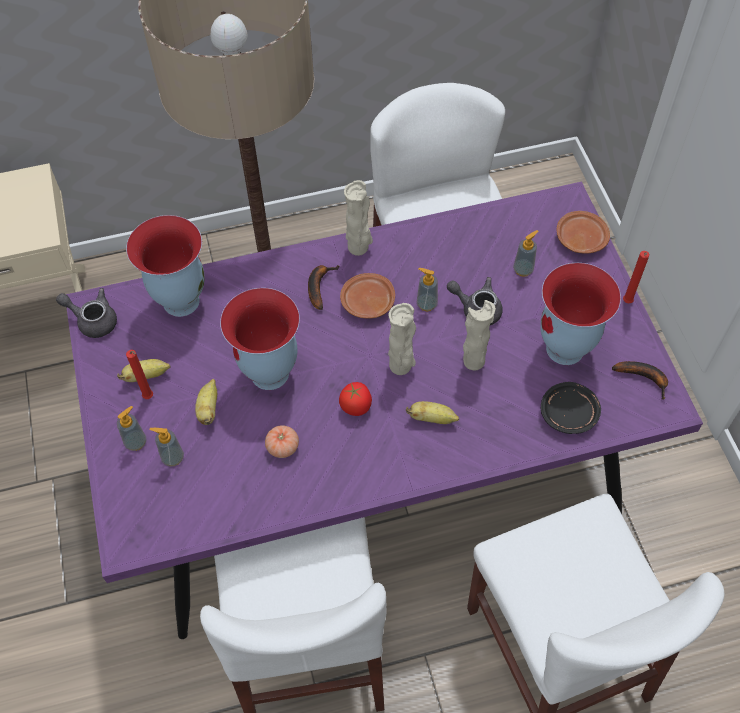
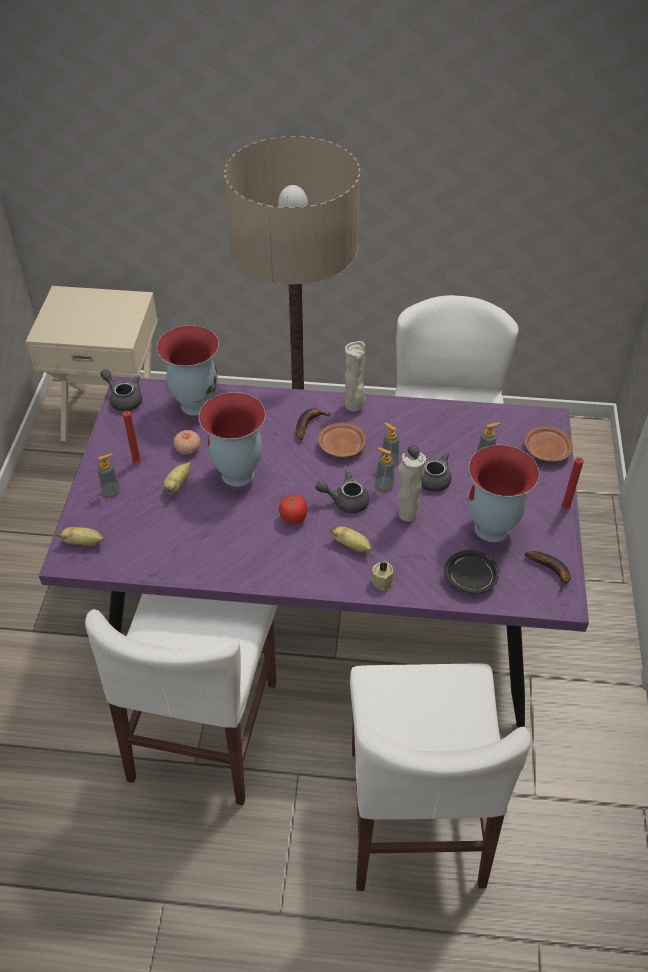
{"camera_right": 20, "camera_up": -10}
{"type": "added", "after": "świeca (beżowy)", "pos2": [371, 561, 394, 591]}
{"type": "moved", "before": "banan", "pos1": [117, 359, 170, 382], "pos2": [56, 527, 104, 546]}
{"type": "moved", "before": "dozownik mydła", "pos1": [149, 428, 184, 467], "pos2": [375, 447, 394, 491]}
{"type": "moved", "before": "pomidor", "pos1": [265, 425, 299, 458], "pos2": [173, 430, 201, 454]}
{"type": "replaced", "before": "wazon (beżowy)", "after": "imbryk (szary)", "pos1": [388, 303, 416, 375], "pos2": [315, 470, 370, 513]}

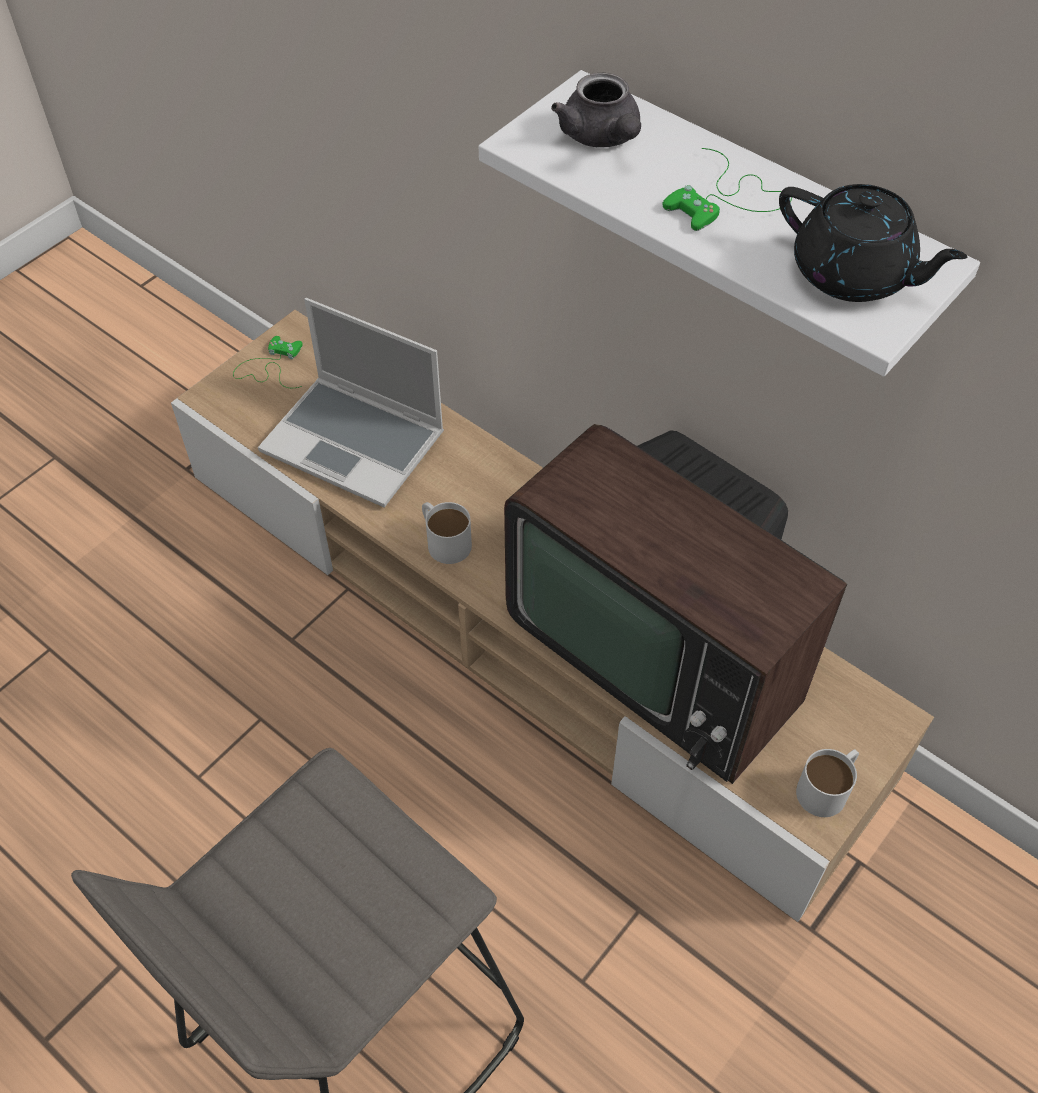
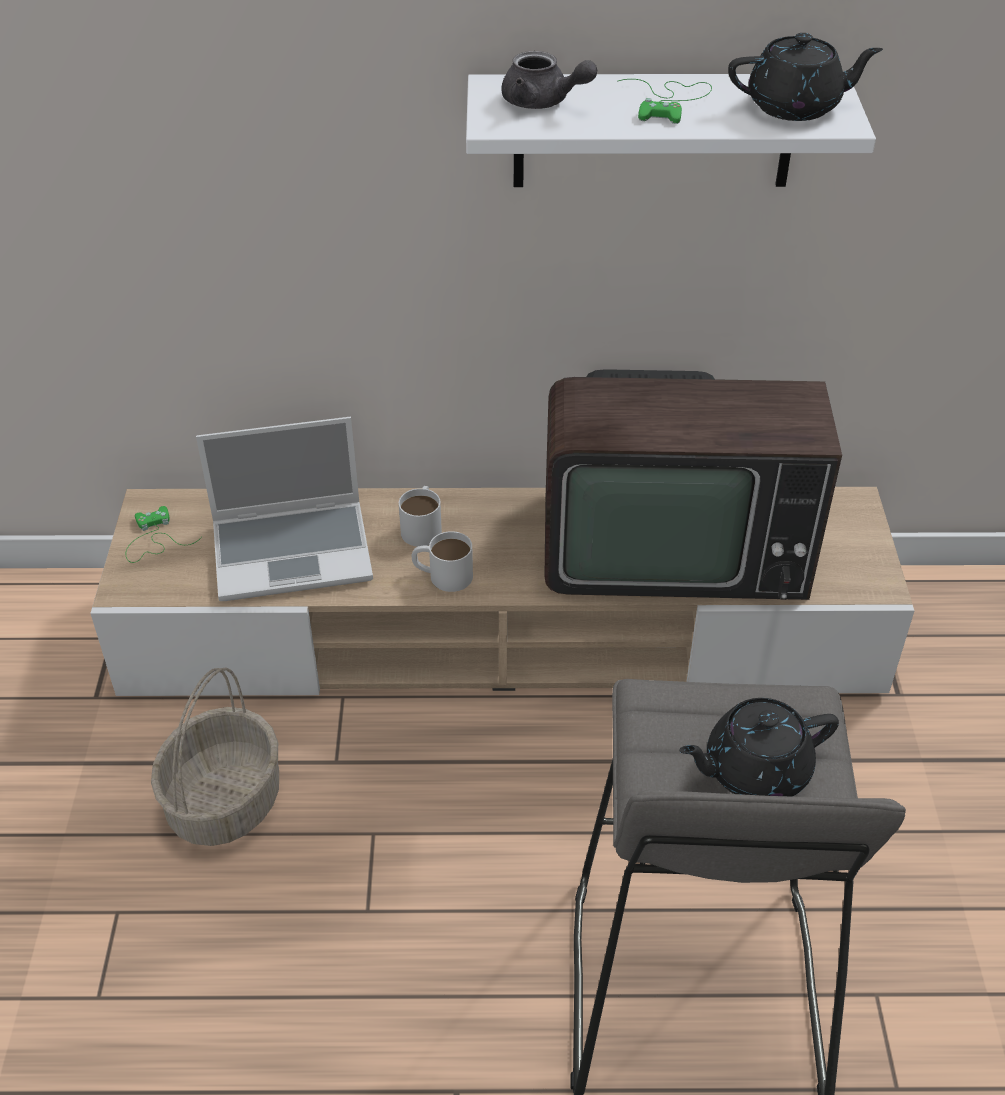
{"camera_right": -40, "camera_up": -10}
{"type": "added", "after": "koszyk", "pos2": [151, 667, 279, 846]}
{"type": "added", "after": "imbryk (czarny)", "pos2": [679, 698, 839, 797]}
{"type": "moved", "before": "kubek (biały)", "pos1": [796, 749, 859, 817], "pos2": [399, 486, 442, 547]}

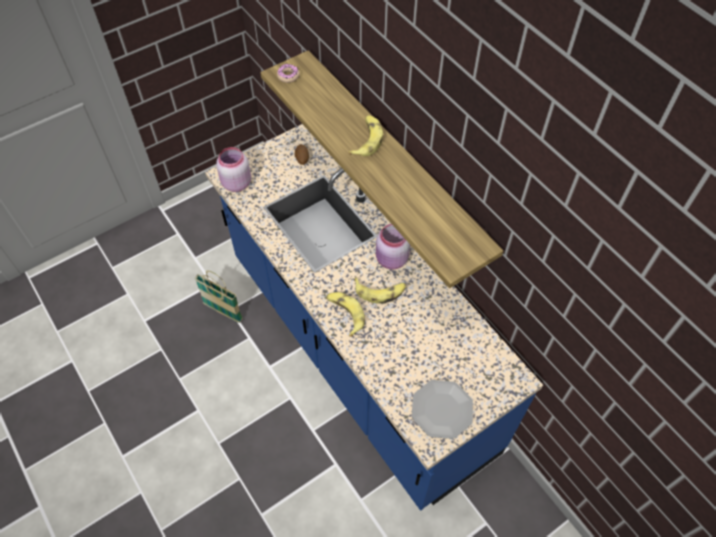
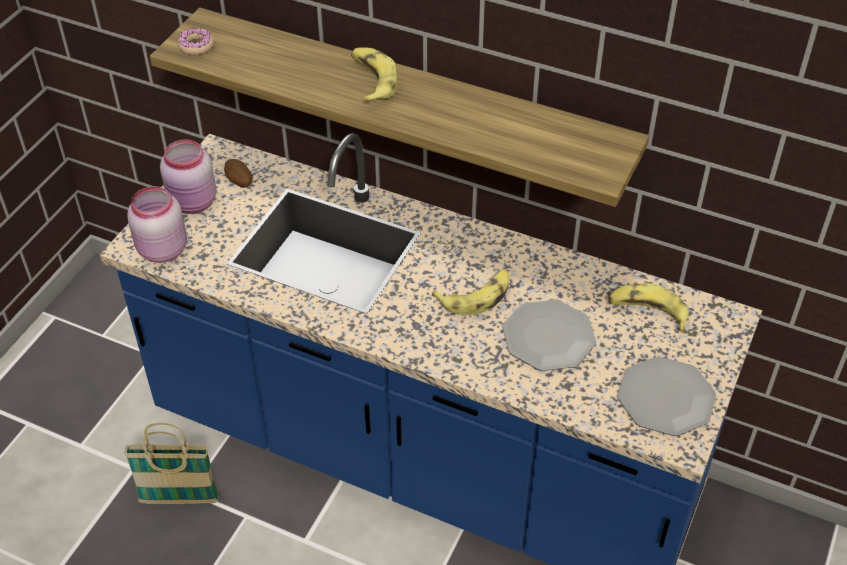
{"camera_right": -30, "camera_up": -10}
{"type": "added", "after": "talerz", "pos2": [502, 300, 596, 371]}
{"type": "moved", "before": "banan", "pos1": [326, 292, 365, 337], "pos2": [608, 283, 689, 332]}
{"type": "moved", "before": "słoik (różowy)", "pos1": [376, 224, 410, 269], "pos2": [160, 139, 216, 214]}

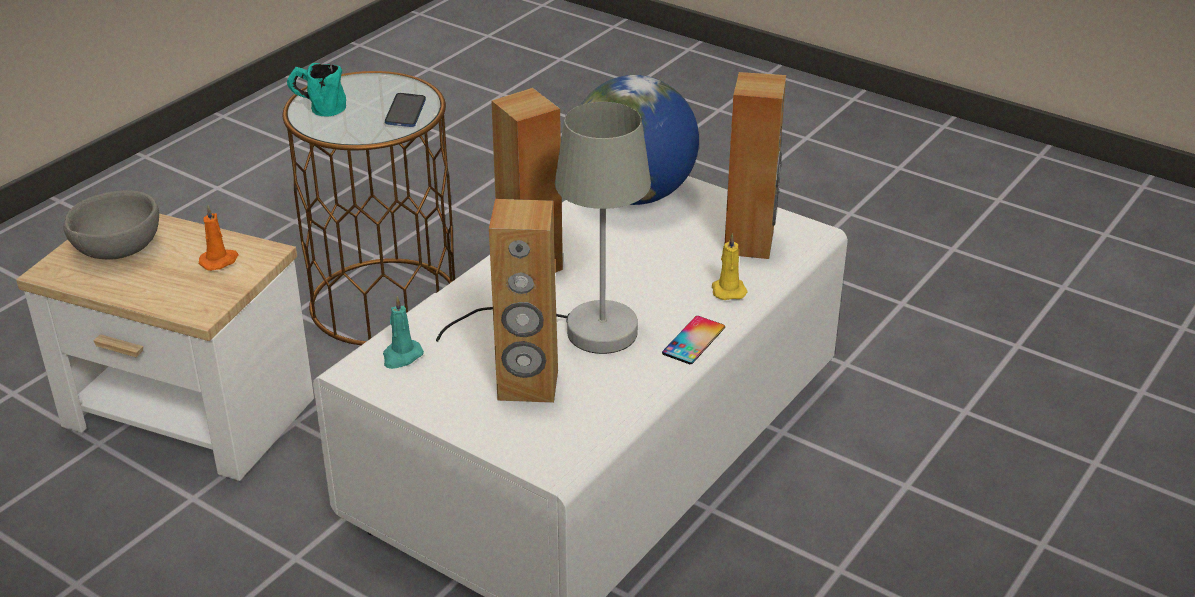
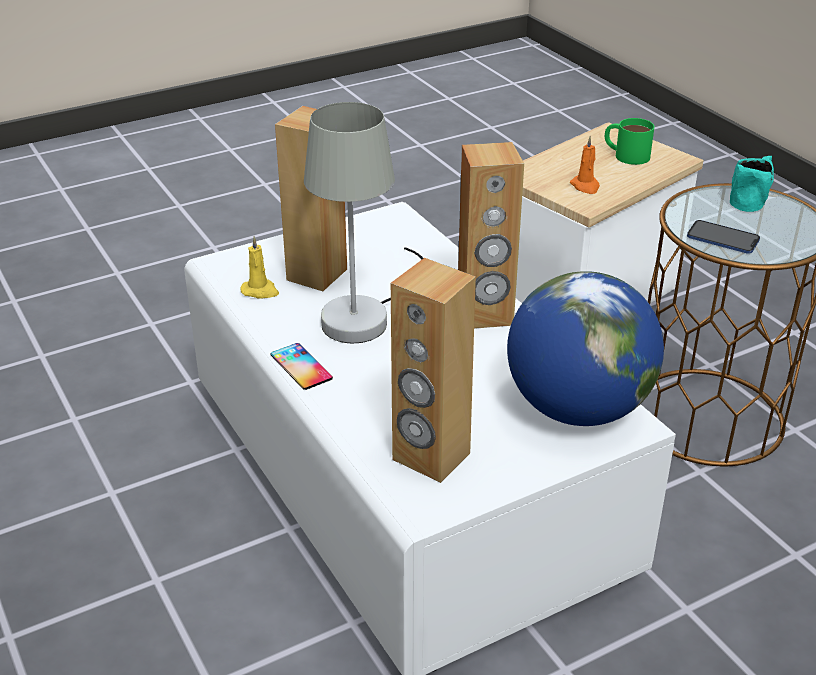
{"camera_right": 115, "camera_up": 0}
{"type": "removed", "before": "świeca (turkusowy)", "pos1": [383, 296, 424, 369]}
{"type": "moved", "before": "świeca (żółty)", "pos1": [712, 233, 748, 300], "pos2": [240, 236, 279, 299]}
{"type": "replaced", "before": "miska (szary)", "after": "kubek (zielony)", "pos1": [63, 190, 159, 260], "pos2": [605, 118, 655, 165]}

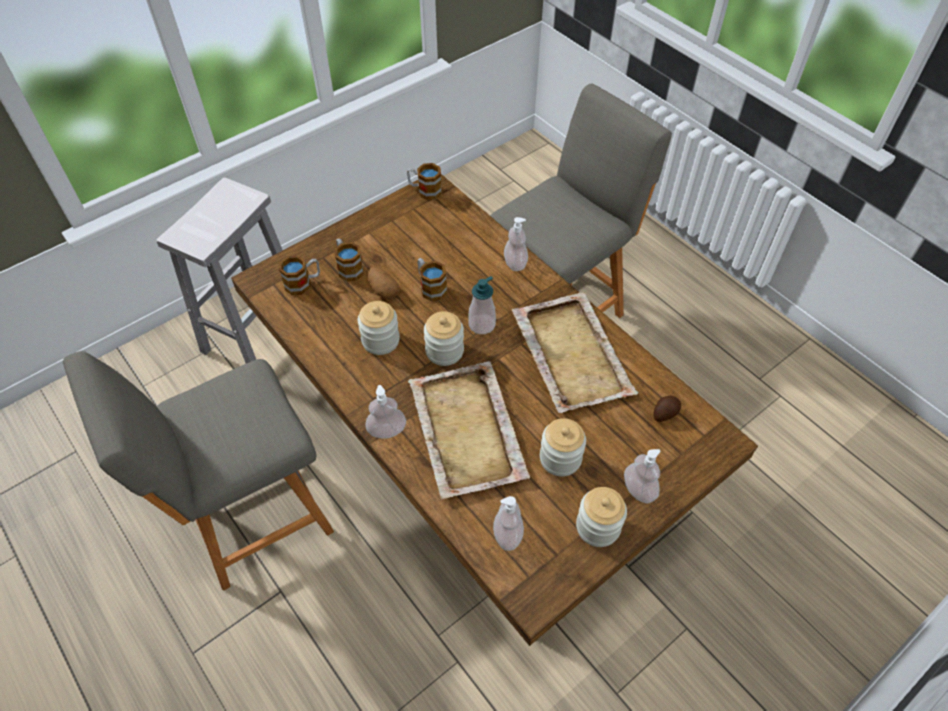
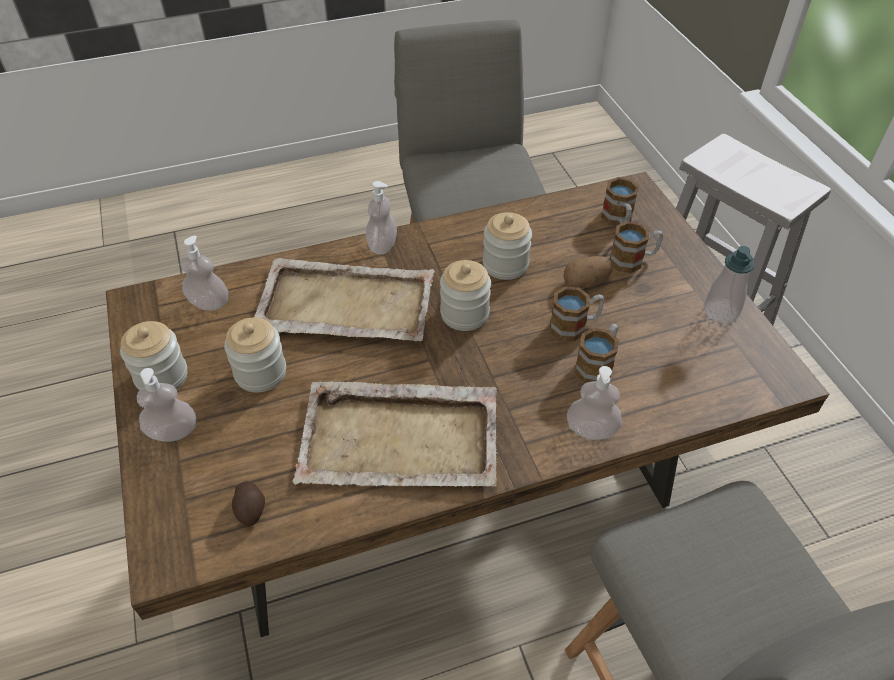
{"camera_right": 110, "camera_up": -5}
{"type": "moved", "before": "kubek", "pos1": [407, 163, 442, 200], "pos2": [574, 324, 619, 383]}
{"type": "moved", "before": "dozownik mydła", "pos1": [468, 276, 496, 334], "pos2": [704, 246, 754, 323]}

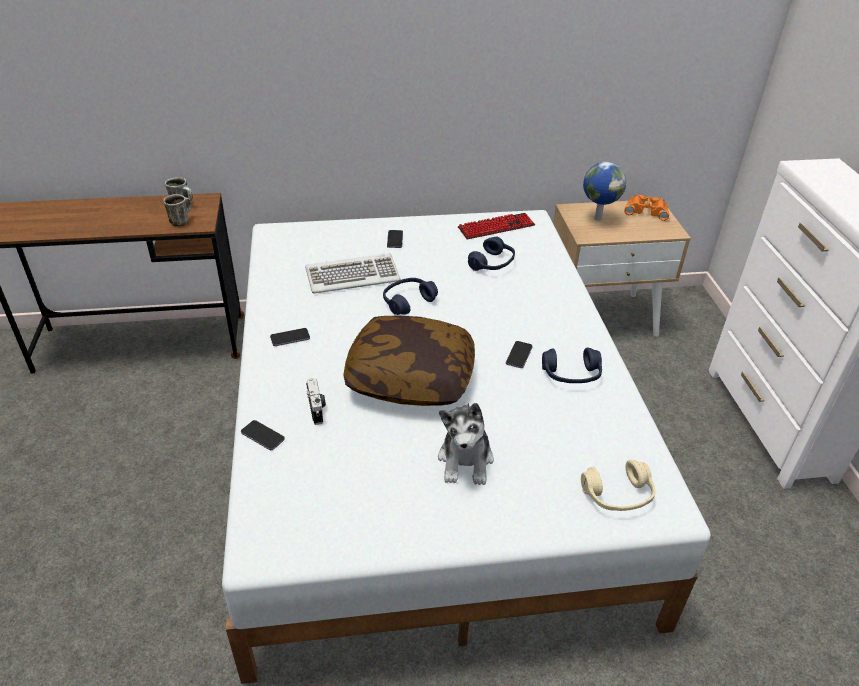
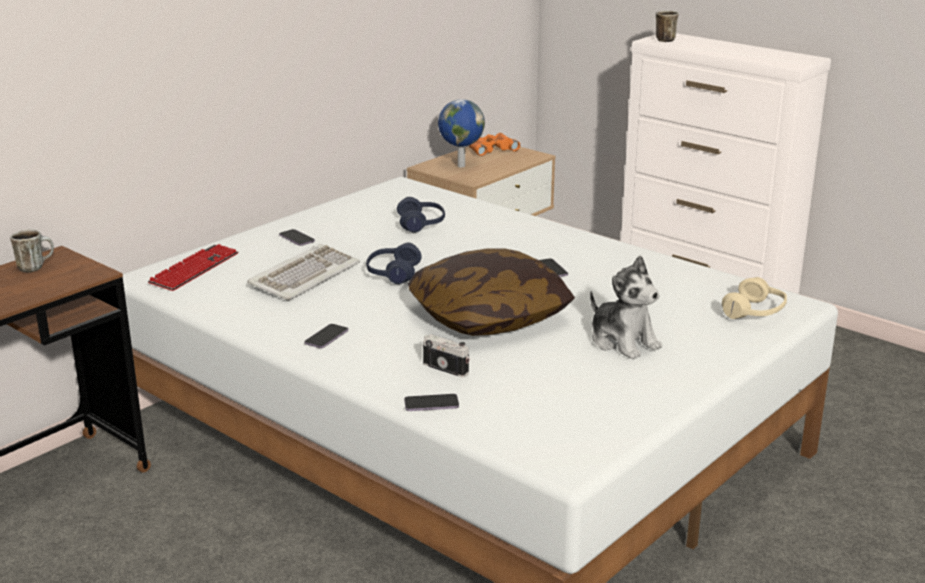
{"camera_right": -40, "camera_up": -15}
{"type": "removed", "before": "słuchawki (niebieski)", "pos1": [542, 348, 602, 383]}
{"type": "moved", "before": "kubek", "pos1": [163, 194, 192, 226], "pos2": [656, 11, 679, 42]}
{"type": "moved", "before": "klawiatura", "pos1": [458, 213, 535, 239], "pos2": [148, 244, 239, 291]}

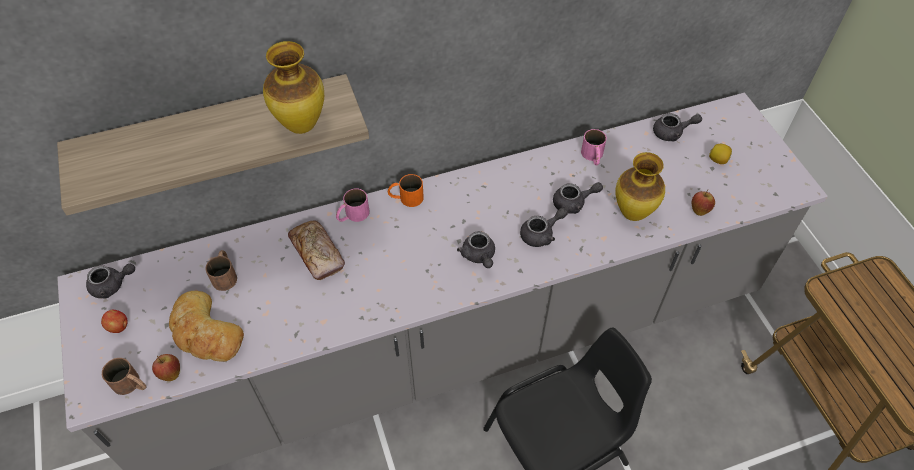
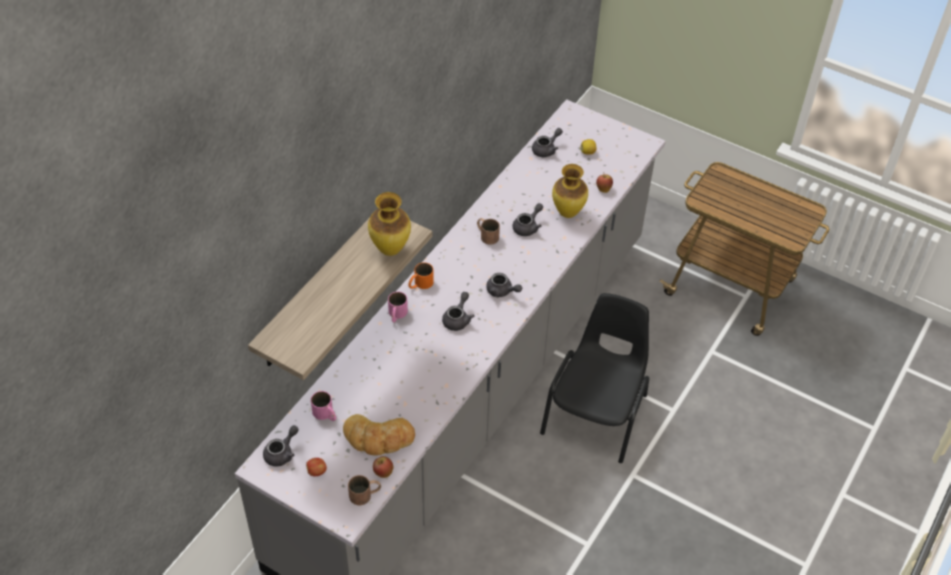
{"camera_right": -40, "camera_up": -5}
{"type": "removed", "before": "chleb", "pos1": [288, 220, 345, 280]}
{"type": "moved", "before": "kubek (brązowy)", "pos1": [205, 250, 237, 291], "pos2": [477, 218, 500, 245]}
{"type": "moved", "before": "imbryk (szary)", "pos1": [520, 208, 568, 247], "pos2": [442, 292, 474, 331]}
{"type": "moved", "before": "kubek (różowy)", "pos1": [581, 129, 607, 165], "pos2": [311, 391, 336, 421]}

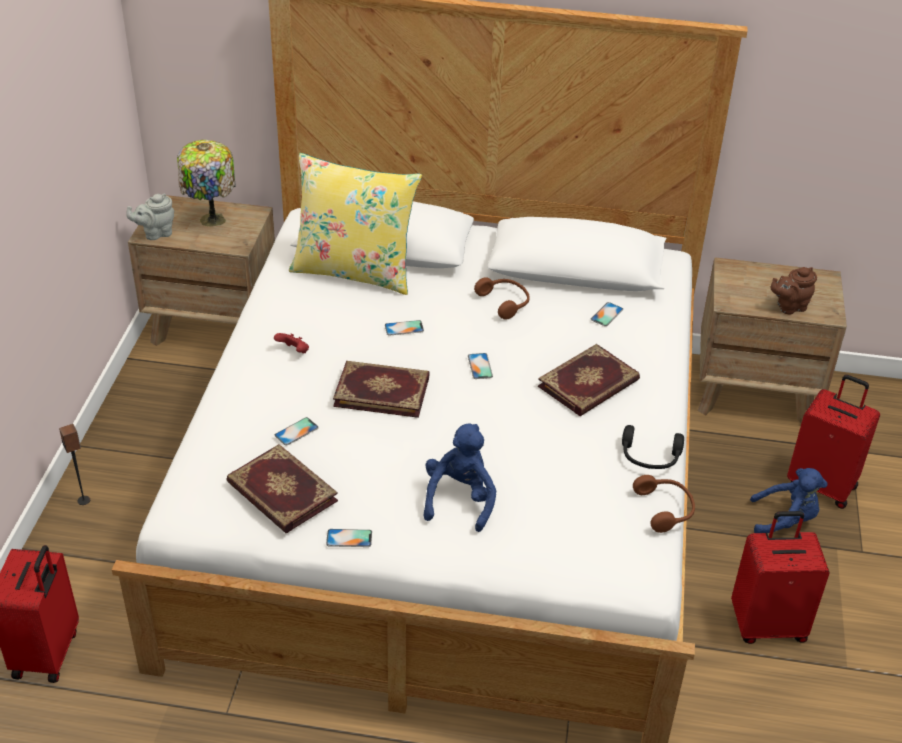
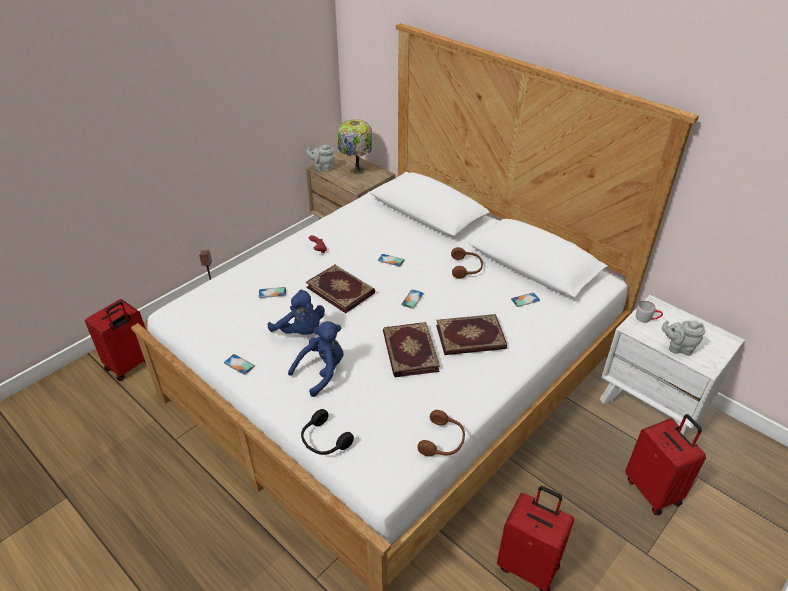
{"camera_right": 35, "camera_up": 0}
{"type": "removed", "before": "poduszka (żółty)", "pos1": [289, 153, 422, 295]}
{"type": "added", "after": "kubek (szary)", "pos2": [636, 301, 663, 323]}
{"type": "moved", "before": "książka", "pos1": [226, 444, 338, 533], "pos2": [383, 322, 440, 377]}
{"type": "moved", "before": "słuchawki (czarny)", "pos1": [622, 425, 684, 469], "pos2": [301, 409, 354, 455]}
{"type": "moved", "before": "pluszak (niebieski)", "pos1": [750, 468, 828, 533], "pos2": [268, 290, 325, 335]}
{"type": "recoloured", "before": "szafka nocna (brązowy)", "after": "szafka nocna (biały)", "pos1": [698, 257, 847, 423], "pos2": [600, 295, 745, 436]}
{"type": "recoloured", "before": "imbryk (brązowy)", "after": "imbryk (szary)", "pos1": [771, 267, 817, 314], "pos2": [662, 320, 705, 356]}

